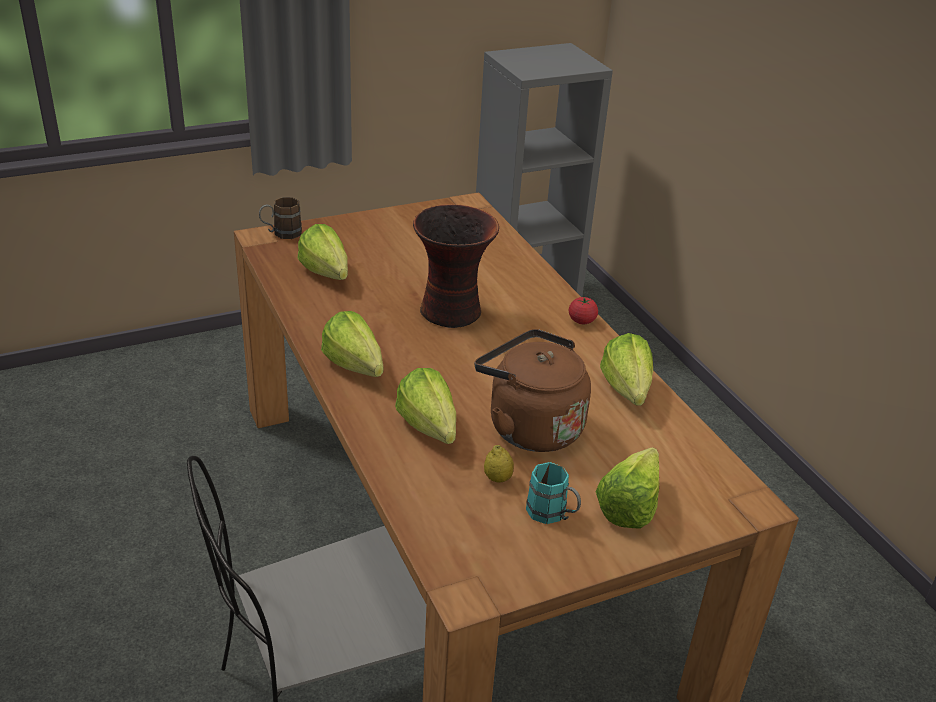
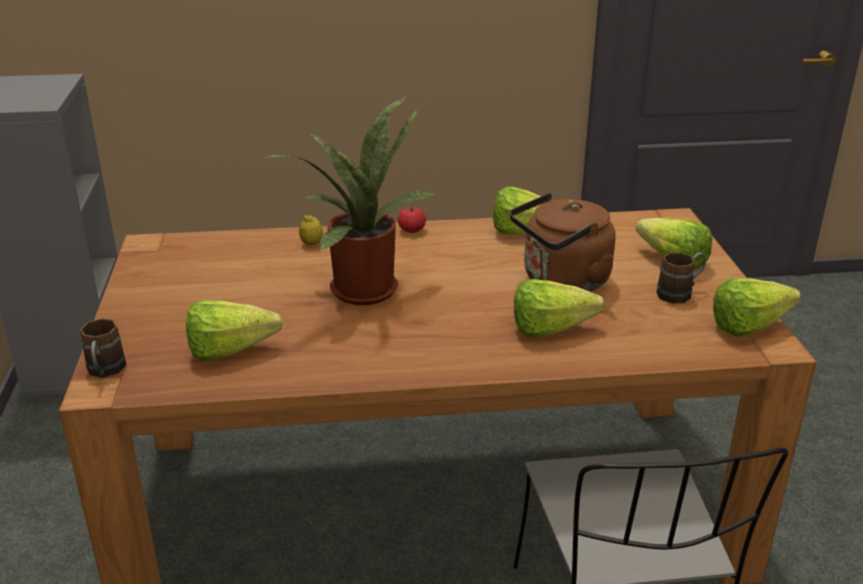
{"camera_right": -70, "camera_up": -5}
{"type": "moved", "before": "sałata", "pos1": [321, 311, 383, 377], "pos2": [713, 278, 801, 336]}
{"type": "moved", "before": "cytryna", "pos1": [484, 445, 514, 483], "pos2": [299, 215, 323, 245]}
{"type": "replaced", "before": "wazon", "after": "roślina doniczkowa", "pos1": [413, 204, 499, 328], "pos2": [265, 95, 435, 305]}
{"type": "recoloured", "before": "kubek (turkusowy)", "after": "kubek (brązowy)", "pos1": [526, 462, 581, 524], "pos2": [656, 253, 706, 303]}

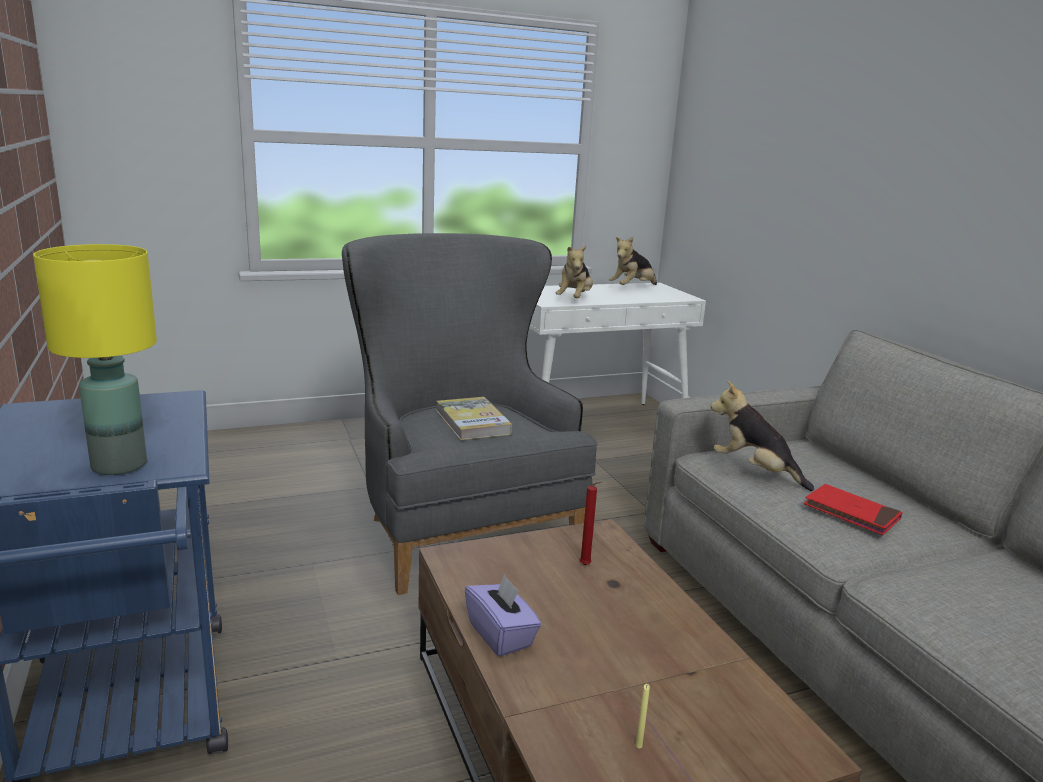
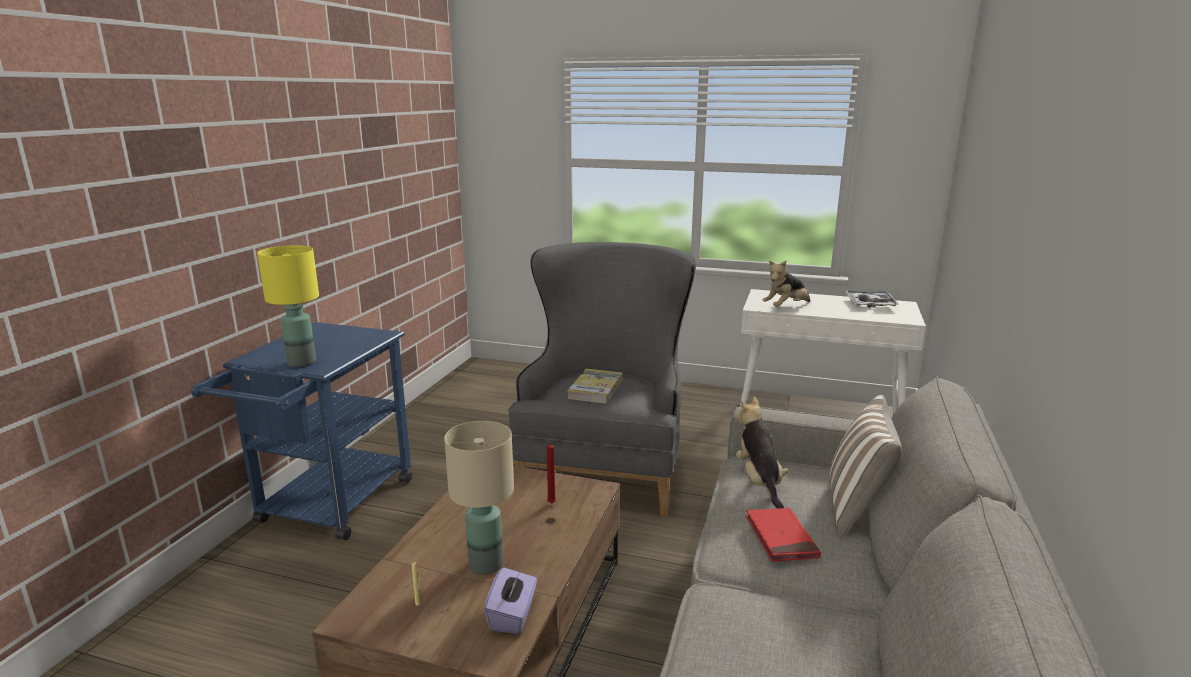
{"camera_right": 40, "camera_up": 0}
{"type": "added", "after": "lampa stołowa (beżowy)", "pos2": [444, 421, 514, 575]}
{"type": "added", "after": "poduszka", "pos2": [830, 394, 902, 538]}
{"type": "moved", "before": "pudełko chusteczek (fioletowy)", "pos1": [465, 574, 541, 657], "pos2": [484, 567, 537, 634]}
{"type": "replaced", "before": "pluszak", "after": "taca", "pos1": [609, 237, 657, 285], "pos2": [845, 291, 899, 308]}

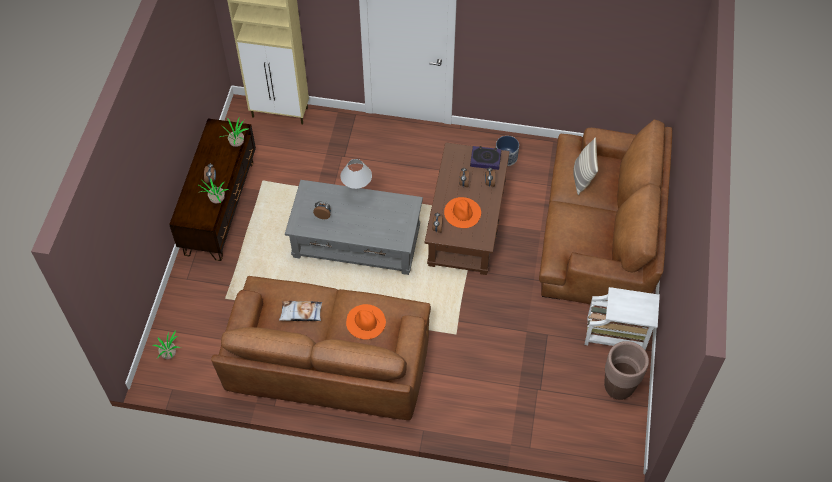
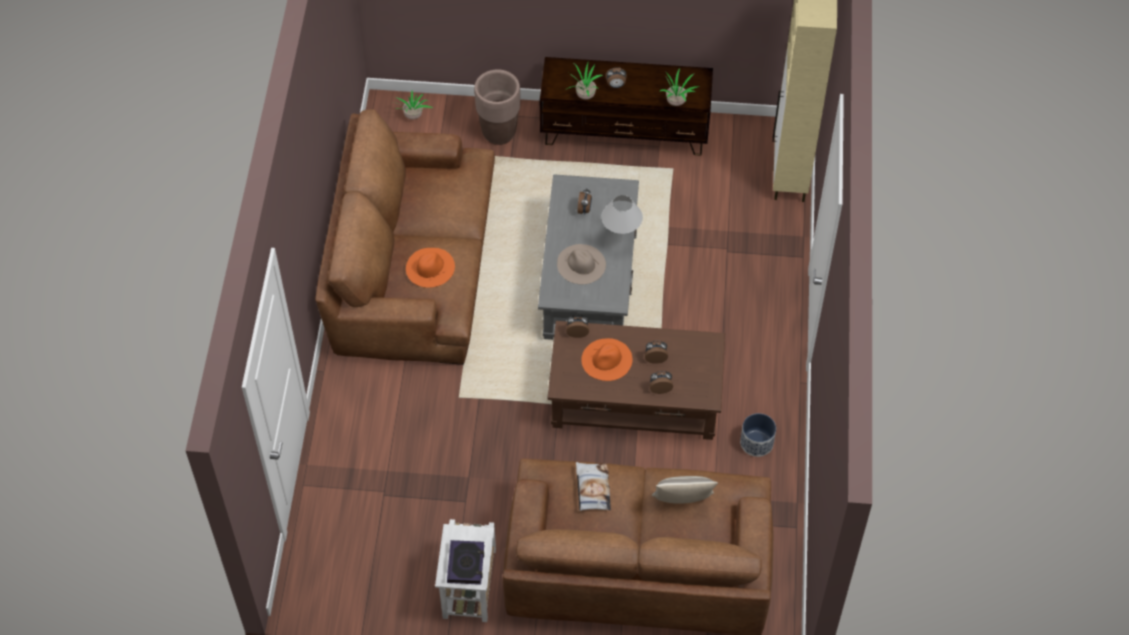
{"camera_right": 85, "camera_up": 0}
{"type": "added", "after": "kapelusz (beżowy)", "pos2": [557, 244, 606, 284]}
{"type": "moved", "before": "poduszka", "pos1": [279, 301, 322, 321], "pos2": [576, 462, 611, 511]}
{"type": "moved", "before": "książka", "pos1": [470, 146, 502, 170], "pos2": [447, 540, 484, 585]}
{"type": "moved", "before": "donica (brązowy)", "pos1": [604, 341, 649, 400], "pos2": [474, 70, 520, 145]}

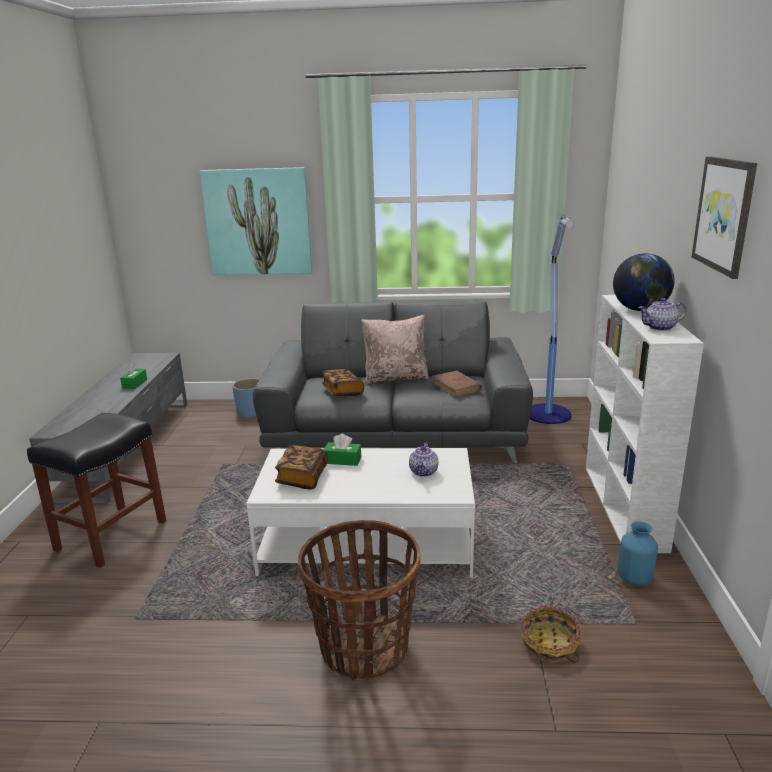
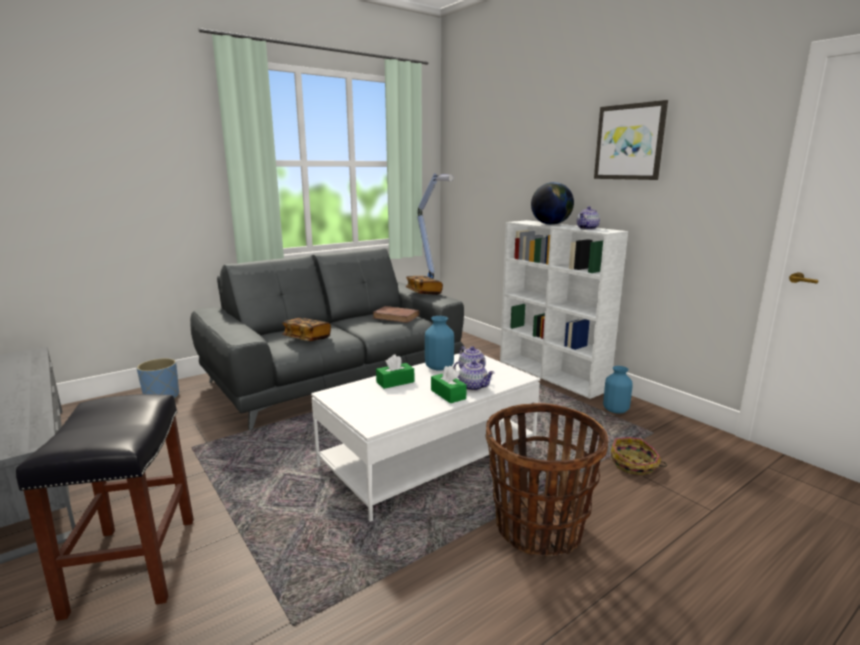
{"camera_right": -40, "camera_up": -5}
{"type": "removed", "before": "obraz", "pos1": [199, 167, 312, 275]}
{"type": "removed", "before": "poduszka (beżowy)", "pos1": [361, 315, 430, 384]}
{"type": "added", "after": "wazon (niebieski)", "pos2": [425, 316, 454, 370]}
{"type": "added", "after": "imbryk", "pos2": [453, 360, 495, 391]}
{"type": "moved", "before": "pudełko chusteczek (zielony)", "pos1": [120, 363, 147, 389], "pos2": [431, 366, 467, 403]}
{"type": "moved", "before": "książka", "pos1": [275, 445, 328, 489], "pos2": [405, 276, 443, 295]}

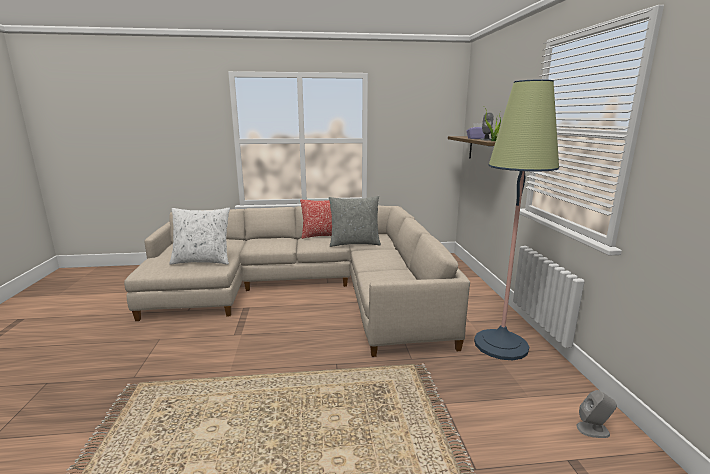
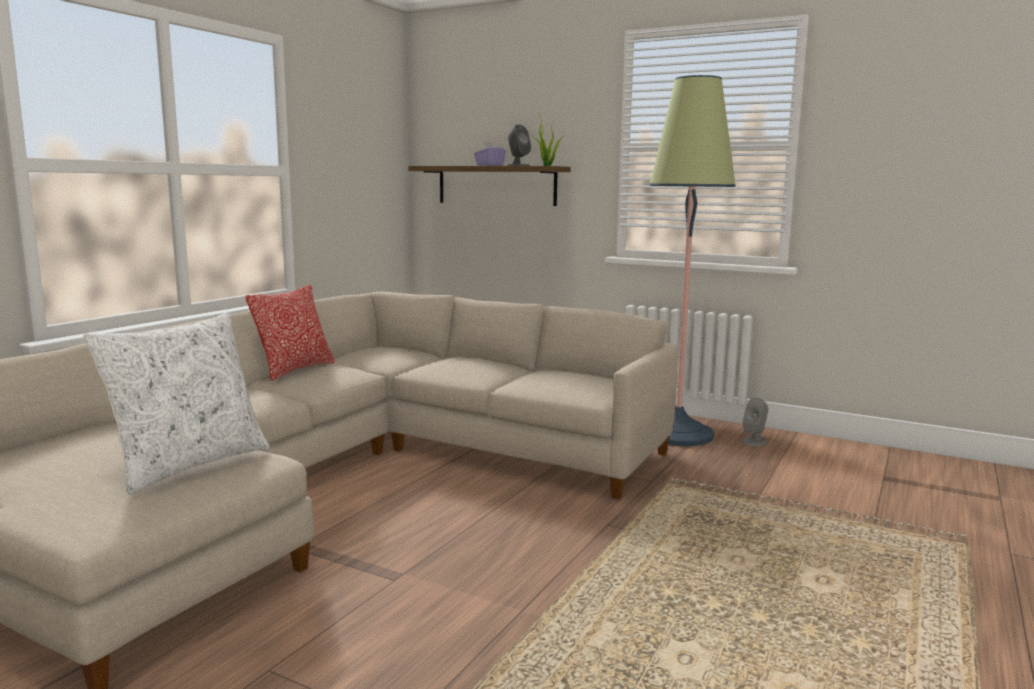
{"camera_right": -55, "camera_up": -5}
{"type": "removed", "before": "poduszka (szary)", "pos1": [329, 196, 381, 247]}
{"type": "moved", "before": "głośnik (szary)", "pos1": [576, 390, 617, 438], "pos2": [742, 397, 768, 446]}

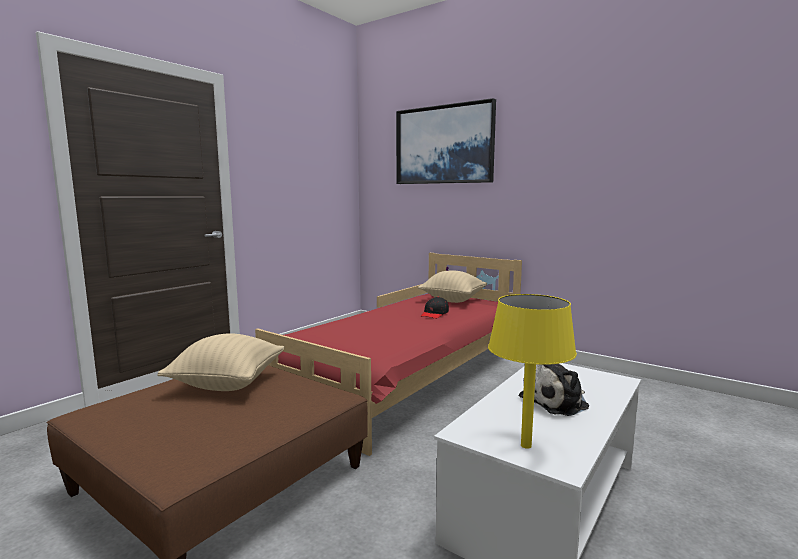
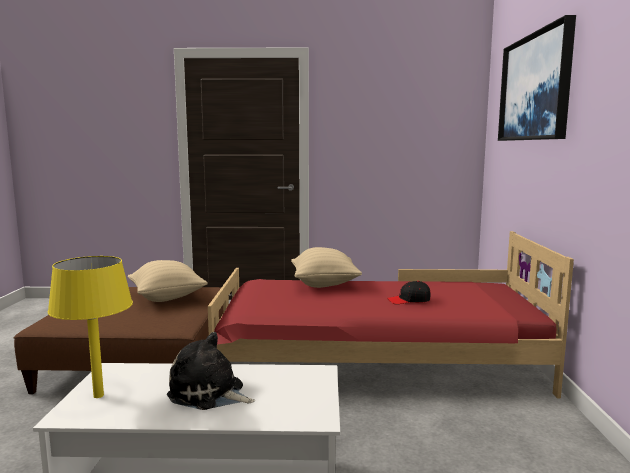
{"camera_right": 55, "camera_up": 0}
{"type": "moved", "before": "poduszka (beżowy)", "pos1": [418, 270, 487, 303], "pos2": [291, 247, 362, 288]}

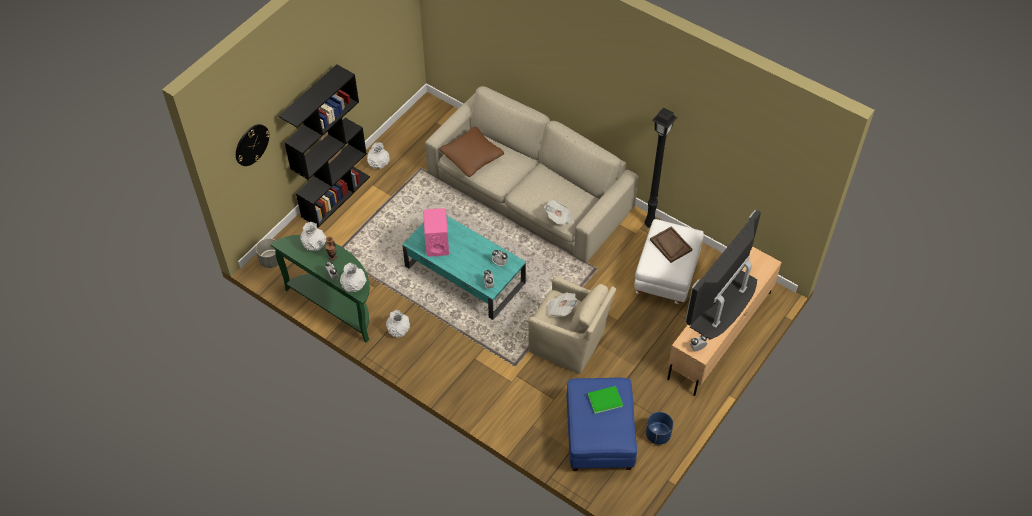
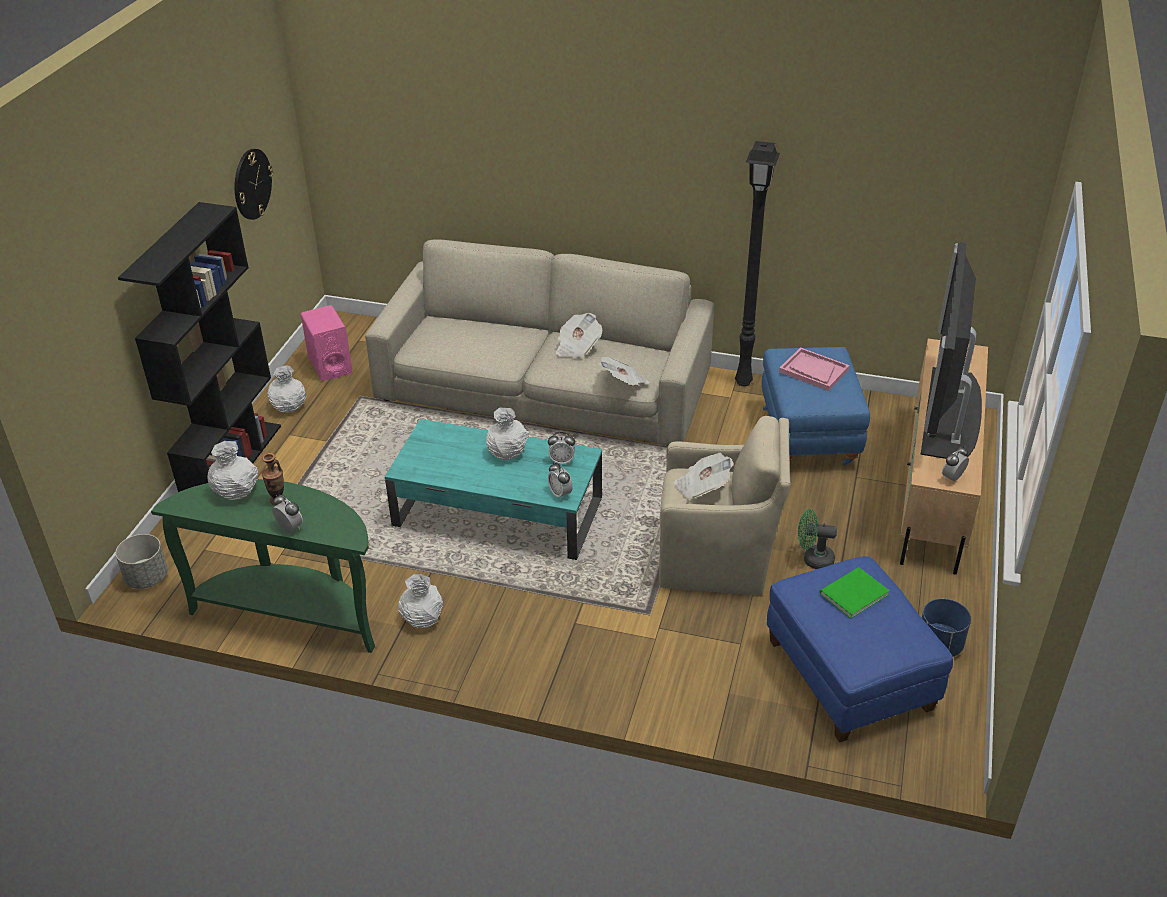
{"camera_right": -20, "camera_up": -15}
{"type": "removed", "before": "poduszka (brązowy)", "pos1": [439, 127, 504, 177]}
{"type": "added", "after": "gazeta", "pos2": [556, 313, 602, 358]}
{"type": "added", "after": "wentylator (zielony)", "pos2": [798, 509, 837, 569]}
{"type": "moved", "before": "zegar ścienny", "pos1": [236, 124, 270, 166], "pos2": [235, 149, 273, 220]}
{"type": "moved", "before": "wazon (biały)", "pos1": [340, 262, 367, 292], "pos2": [486, 408, 529, 460]}
{"type": "moved", "before": "głośnik (różowy)", "pos1": [423, 208, 449, 257], "pos2": [301, 305, 352, 381]}
{"type": "recoloured", "before": "pufa (biały)", "after": "pufa (niebieski)", "pos1": [634, 219, 704, 304], "pos2": [762, 347, 870, 465]}
{"type": "recoloured", "before": "taca (brązowy)", "after": "taca (różowy)", "pos1": [650, 226, 692, 263], "pos2": [779, 347, 850, 391]}

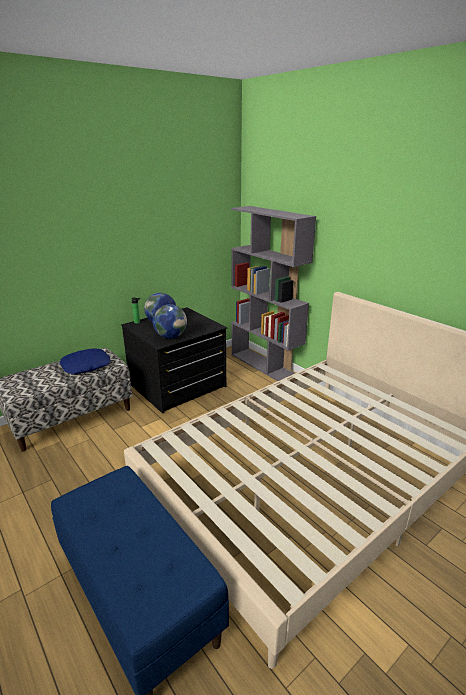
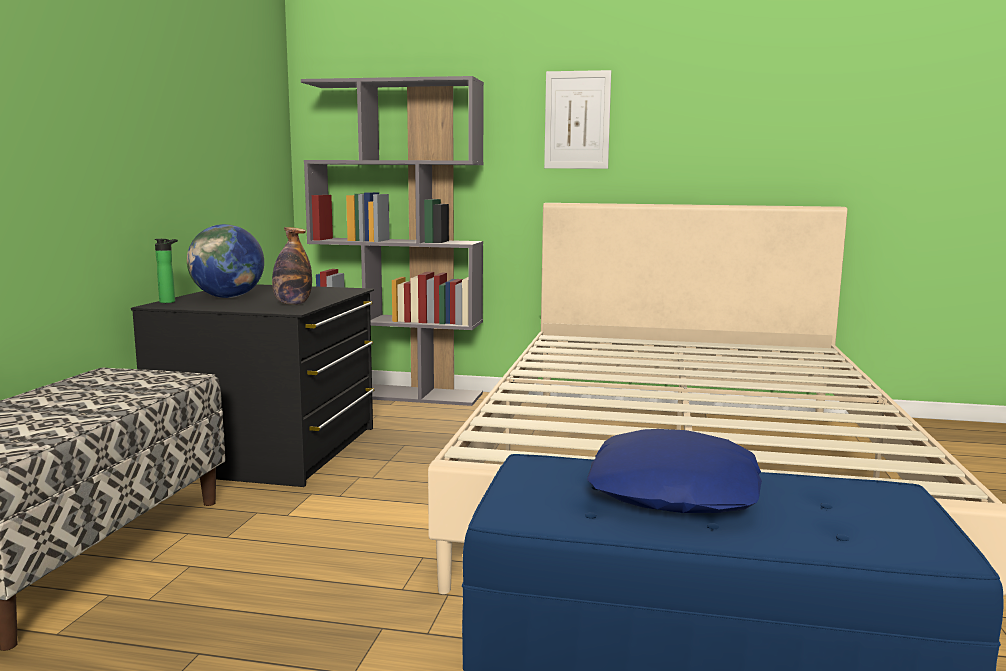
{"camera_right": -40, "camera_up": -15}
{"type": "added", "after": "obraz", "pos2": [544, 70, 611, 169]}
{"type": "moved", "before": "poduszka (niebieski)", "pos1": [59, 349, 110, 374], "pos2": [587, 429, 762, 513]}
{"type": "replaced", "before": "globus", "after": "butelka", "pos1": [153, 304, 187, 339], "pos2": [272, 227, 312, 305]}

